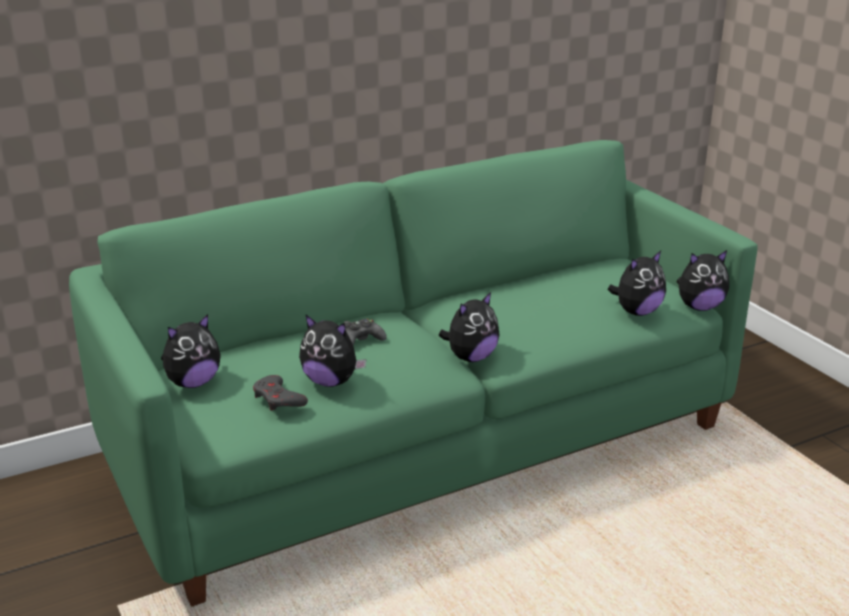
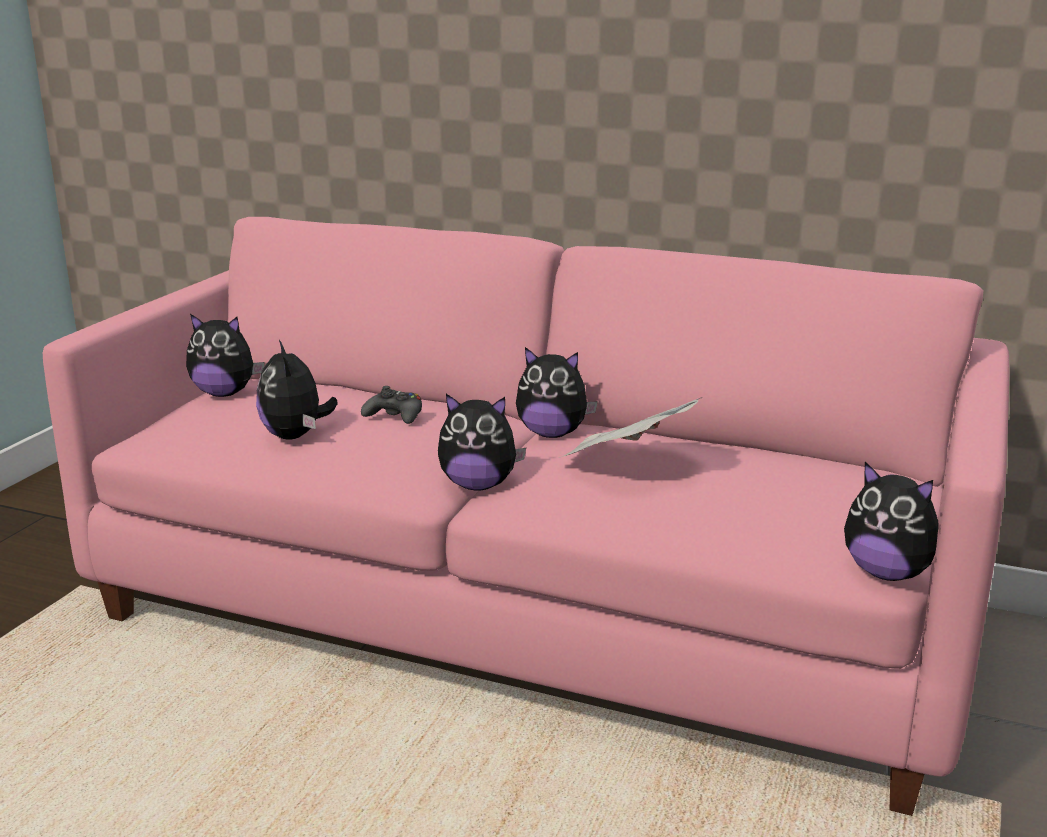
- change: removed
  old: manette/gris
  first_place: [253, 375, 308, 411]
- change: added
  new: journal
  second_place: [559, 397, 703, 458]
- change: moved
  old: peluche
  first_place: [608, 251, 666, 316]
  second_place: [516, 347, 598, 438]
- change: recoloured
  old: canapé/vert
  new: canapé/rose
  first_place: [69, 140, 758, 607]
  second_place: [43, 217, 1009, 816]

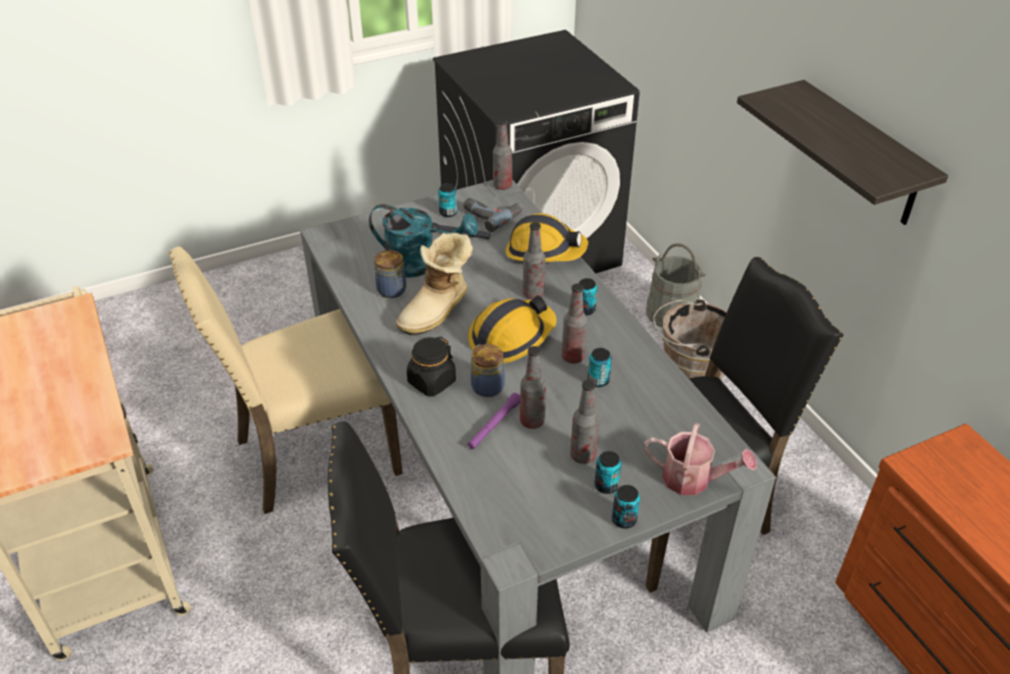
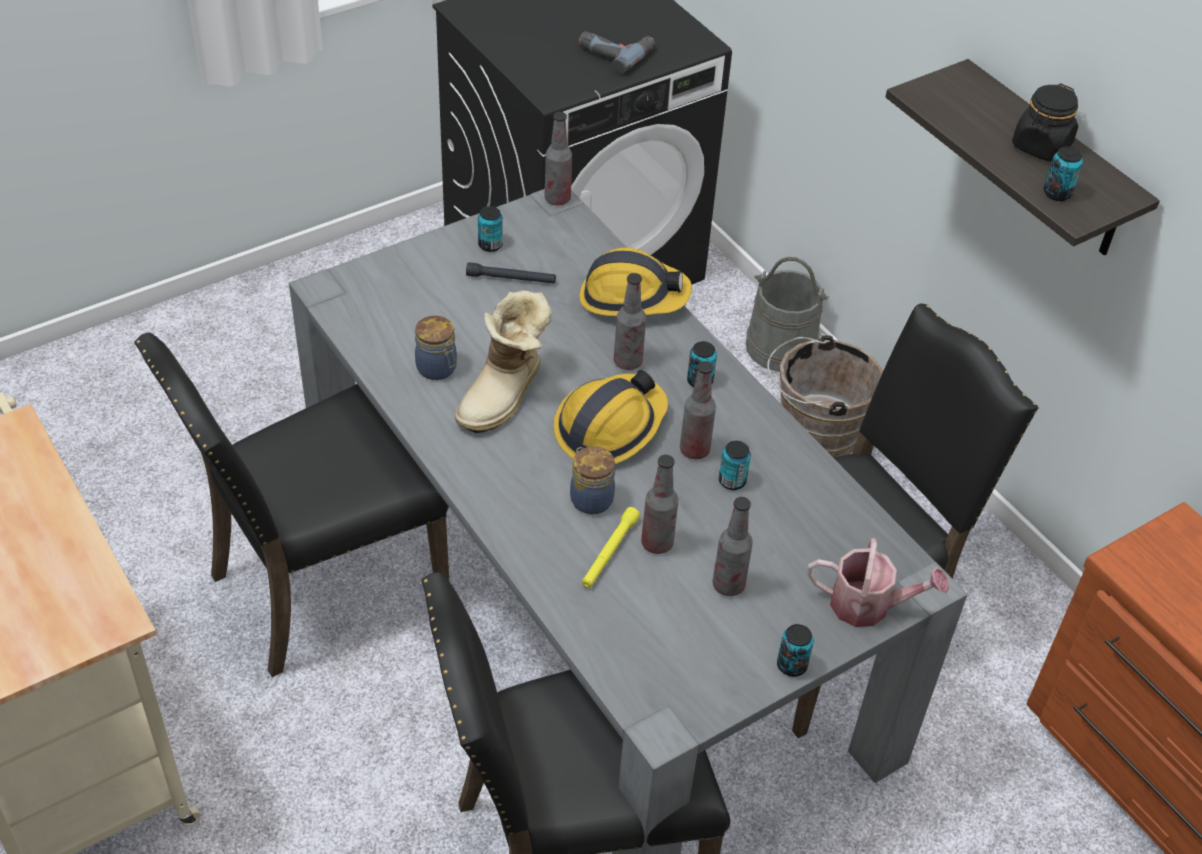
- change: removed
  old: arrosoir/turquoise
  first_place: [369, 204, 478, 278]
- change: moved
  old: bocal/noir
  first_place: [407, 337, 456, 396]
  second_place: [1012, 84, 1078, 162]
- change: moved
  old: perceuse
  first_place: [463, 198, 522, 232]
  second_place: [579, 31, 655, 74]
- change: moved
  old: boîte métallique
  first_place: [595, 451, 621, 494]
  second_place: [1044, 146, 1083, 201]
- change: recoloured
  old: chaise/beige
  new: chaise/noir
  first_place: [168, 247, 403, 514]
  second_place: [134, 332, 449, 677]
- change: recoloured
  old: lampe de poche/violet
  new: lampe de poche/jaune
  first_place: [468, 393, 520, 449]
  second_place: [582, 507, 640, 588]

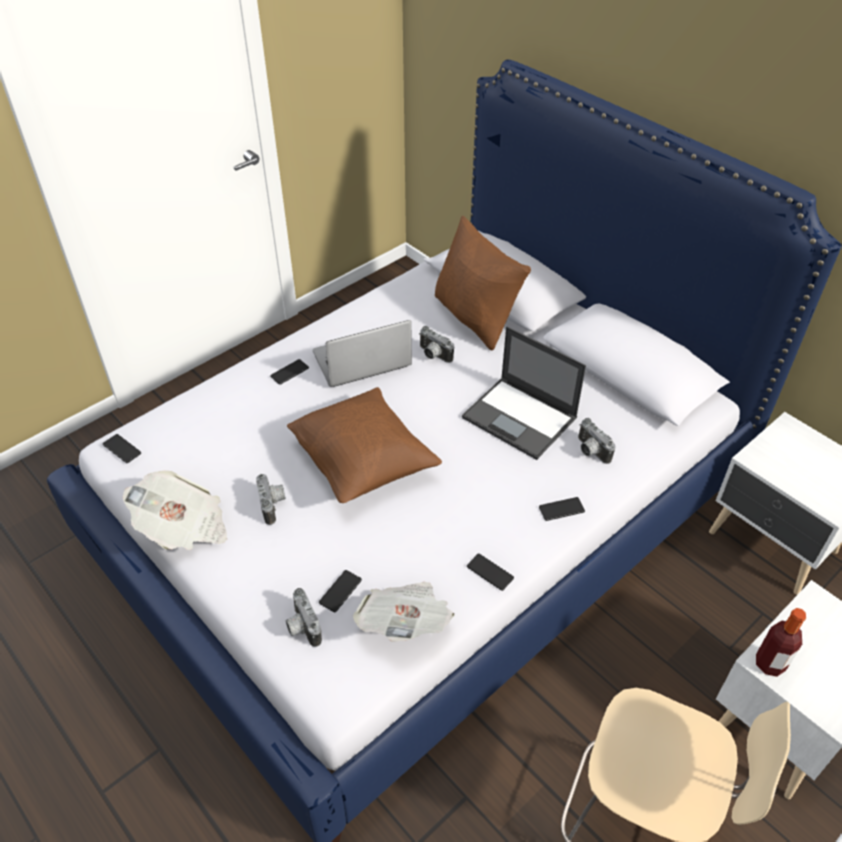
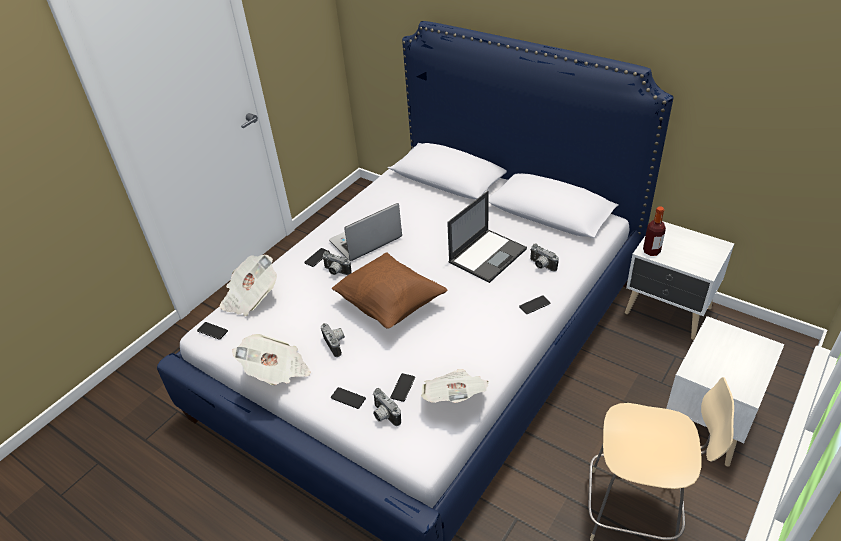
- change: removed
  old: coussin/marron
  first_place: [435, 215, 531, 350]
- change: added
  new: journal
  second_place: [220, 255, 277, 316]
- change: moved
  old: appareil photo
  first_place: [419, 326, 454, 363]
  second_place: [322, 251, 352, 275]
- change: moved
  old: téléphone
  first_place: [467, 554, 514, 591]
  second_place: [331, 387, 366, 409]
- change: moved
  old: bouteille
  first_place: [756, 608, 806, 677]
  second_place: [643, 207, 666, 256]
- change: turned
  old: ordinateur portable
  first_place: [462, 326, 586, 460]
  second_place: [447, 191, 527, 283]
  degrees: -75

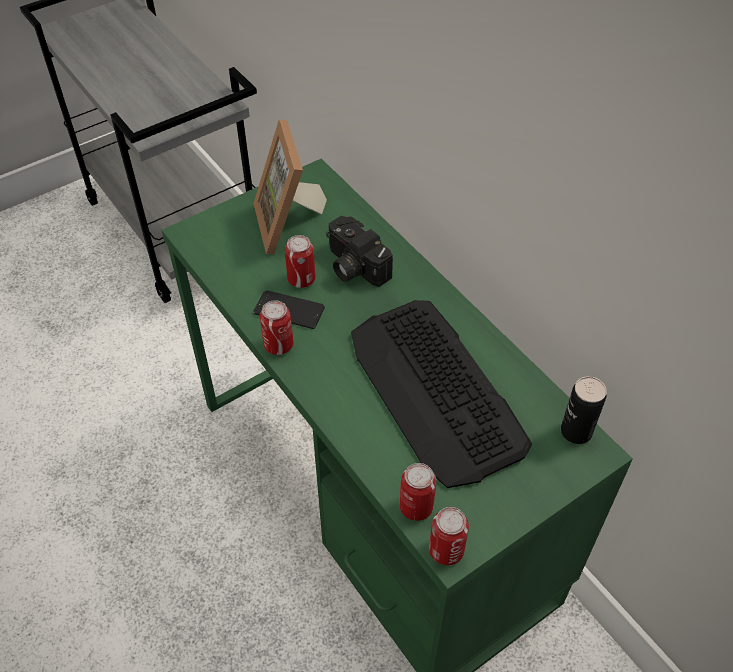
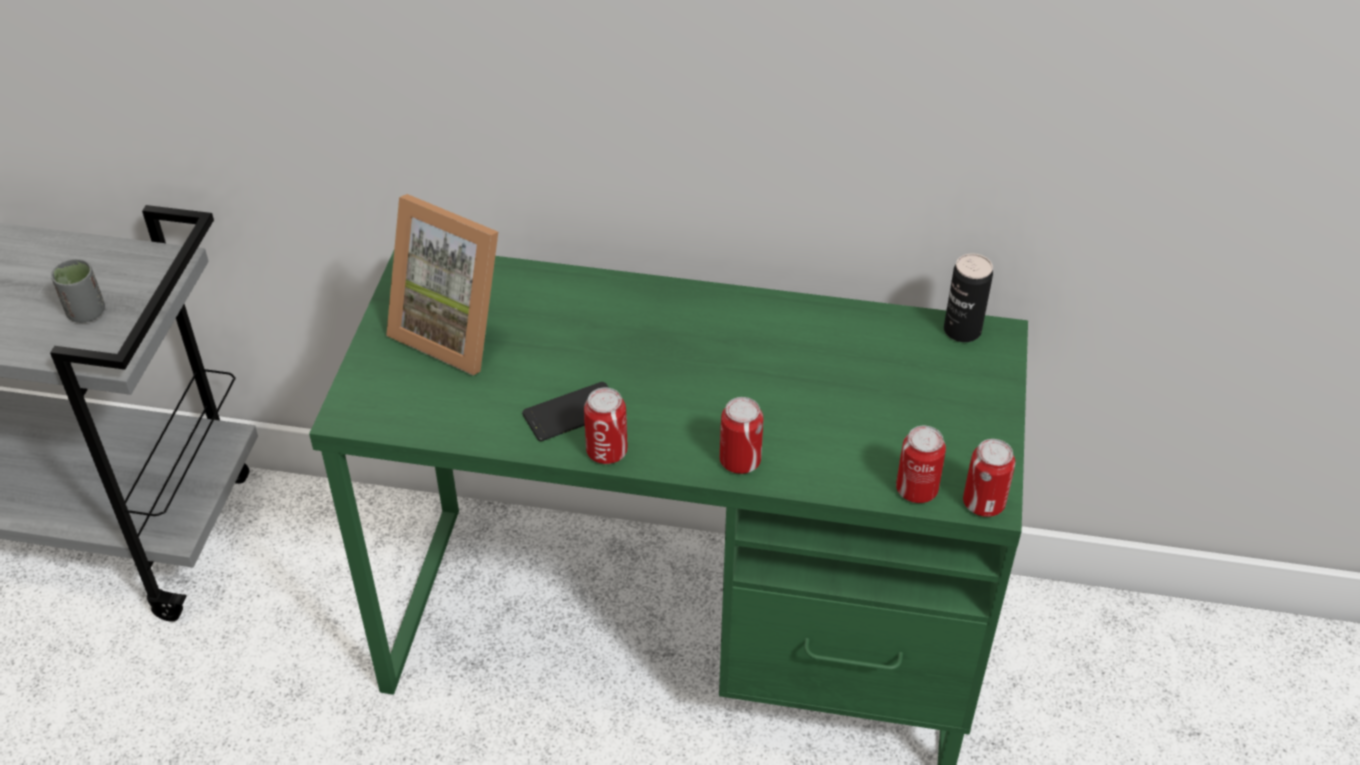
- change: removed
  old: appareil photo
  first_place: [326, 216, 393, 287]
- change: removed
  old: clavier
  first_place: [351, 300, 532, 488]
- change: added
  new: tasse/gris
  second_place: [51, 259, 105, 323]
- change: moved
  old: boîte métallique
  first_place: [285, 235, 316, 288]
  second_place: [720, 397, 763, 474]

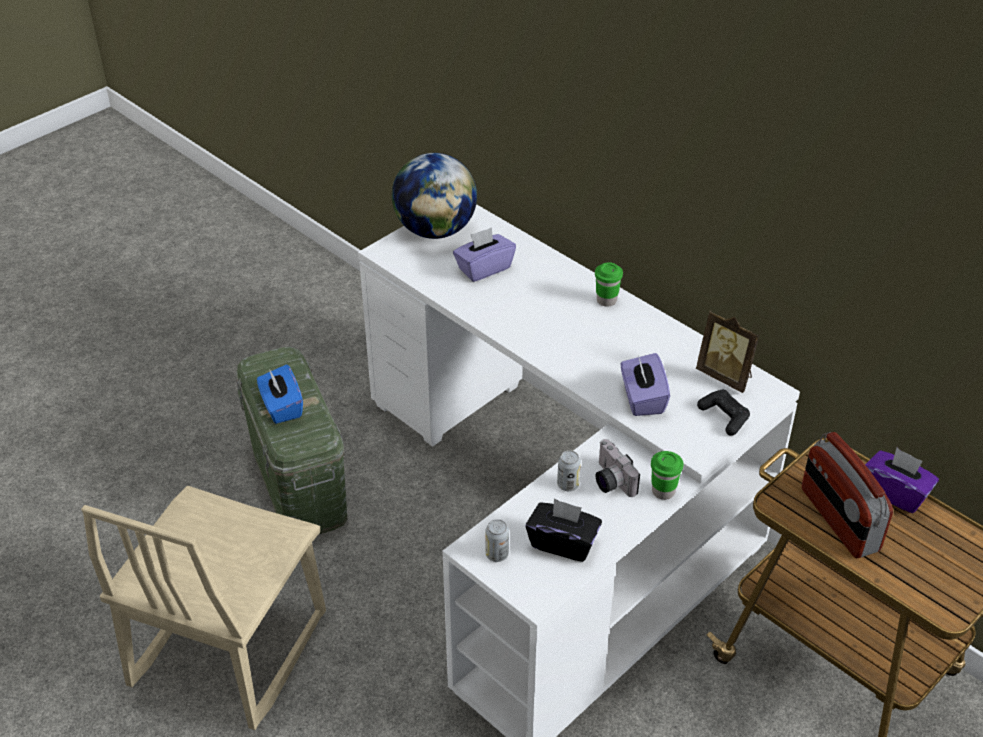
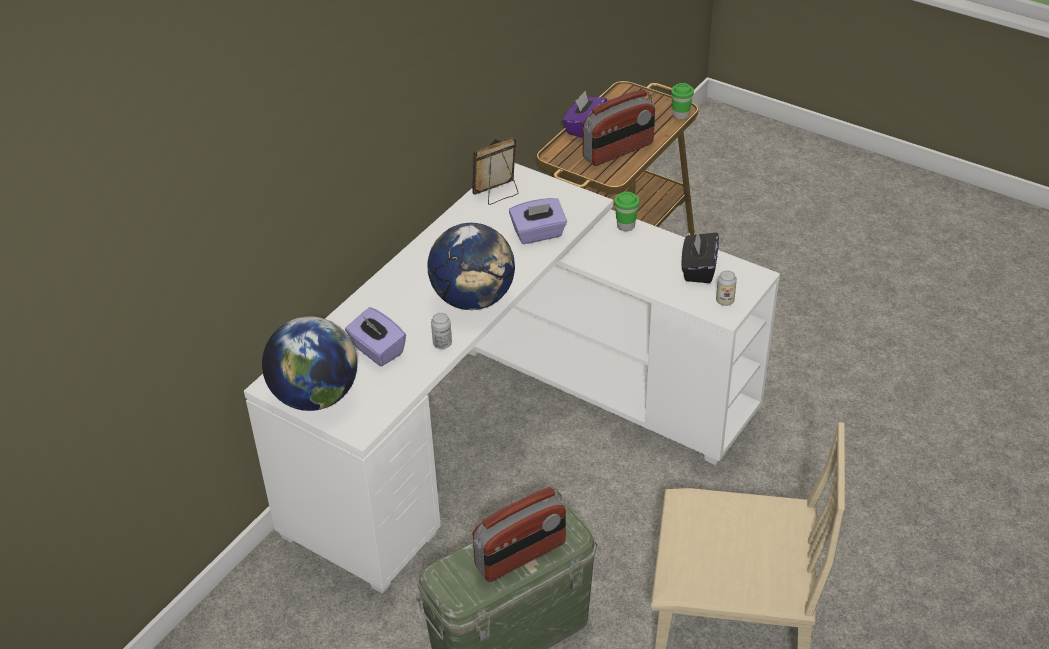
- change: removed
  old: appareil photo
  first_place: [596, 439, 640, 497]
- change: removed
  old: manette/noir
  first_place: [697, 390, 750, 436]
- change: added
  new: globe
  second_place: [428, 223, 515, 310]
- change: moved
  old: boîte métallique
  first_place: [557, 450, 581, 491]
  second_place: [431, 313, 452, 349]
- change: moved
  old: tasse/vert
  first_place: [595, 262, 623, 307]
  second_place: [671, 83, 694, 120]
- change: replaced
  old: boîte à mouchoirs/bleu
  new: radio
  first_place: [257, 364, 303, 424]
  second_place: [473, 487, 566, 582]
- change: turned
  old: cadre photo
  first_place: [696, 310, 759, 393]
  second_place: [472, 137, 519, 205]
  degrees: -150

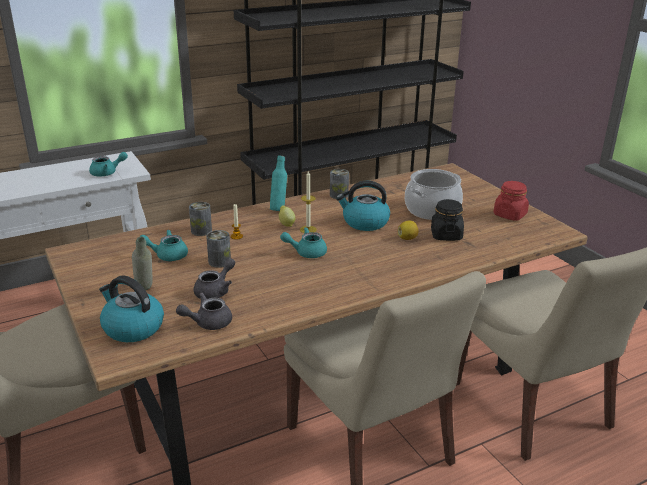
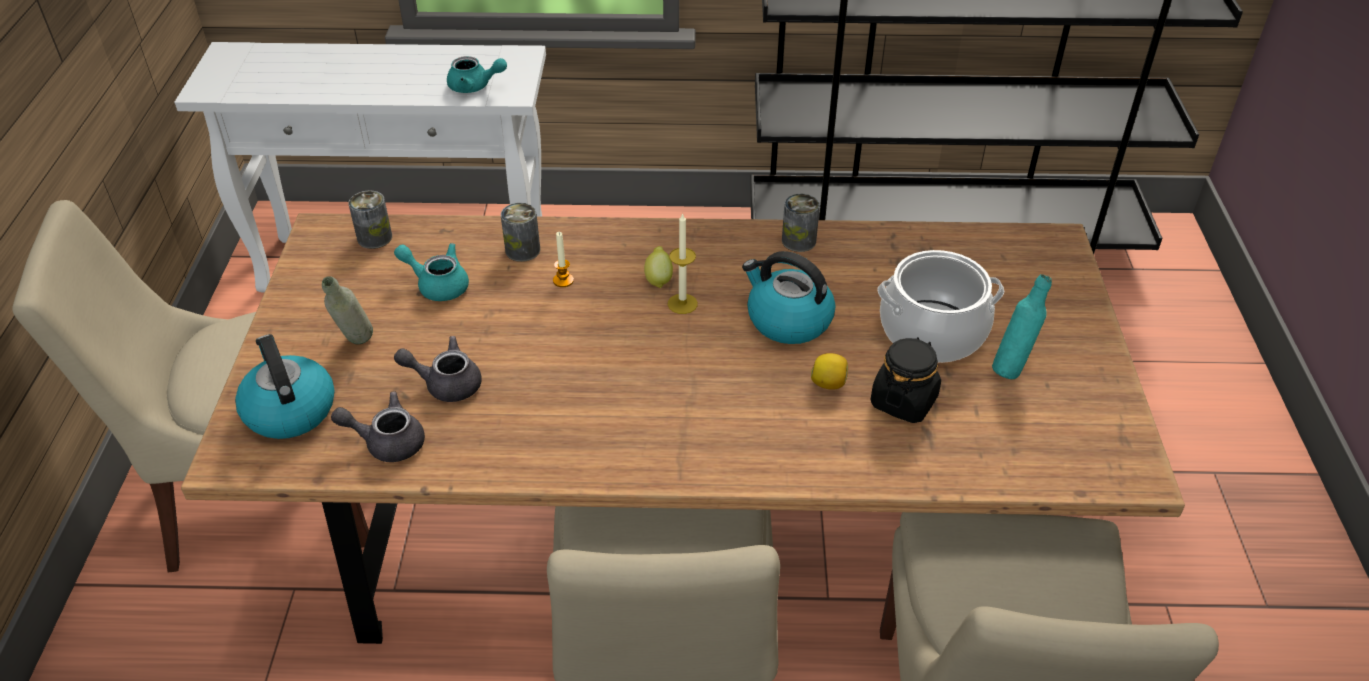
- change: removed
  old: théière/turquoise
  first_place: [280, 227, 327, 258]
- change: removed
  old: bocal/rouge
  first_place: [493, 181, 529, 221]
- change: moved
  old: boîte métallique
  first_place: [206, 230, 231, 268]
  second_place: [349, 191, 392, 249]
- change: moved
  old: bouteille/turquoise
  first_place: [270, 155, 287, 211]
  second_place: [992, 274, 1052, 379]
- change: turned
  old: théière/gris
  first_place: [194, 258, 235, 299]
  second_place: [394, 336, 482, 402]
  degrees: -150

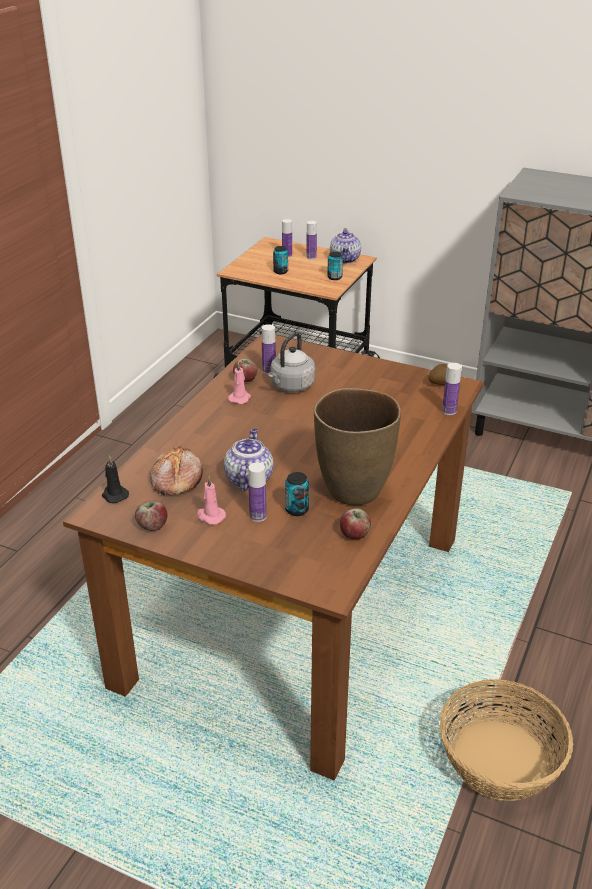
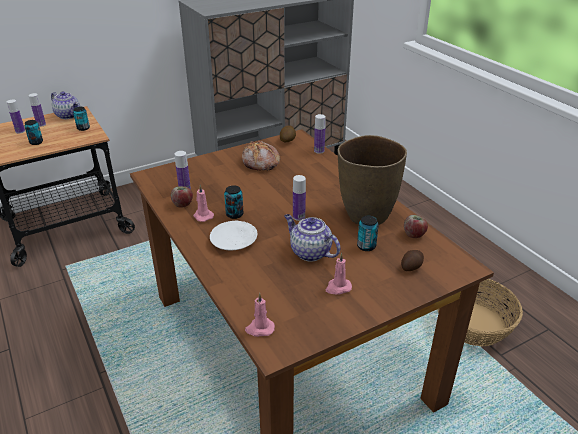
- change: removed
  old: pomme
  first_place: [135, 500, 167, 531]
- change: removed
  old: bouilloire/gris
  first_place: [268, 332, 315, 392]
- change: added
  new: assiette/blanc
  second_place: [210, 221, 257, 250]
- change: added
  new: boîte métallique
  second_place: [224, 185, 243, 219]
- change: added
  new: pomme de terre
  second_place: [401, 250, 424, 271]
- change: moved
  old: pain
  first_place: [150, 445, 203, 495]
  second_place: [242, 141, 280, 171]
- change: moved
  old: bouteille
  first_place: [248, 463, 267, 522]
  second_place: [293, 175, 306, 221]
- change: recoloured
  old: bougie/noir
  new: bougie/rose
  first_place: [102, 456, 129, 503]
  second_place: [245, 293, 275, 337]

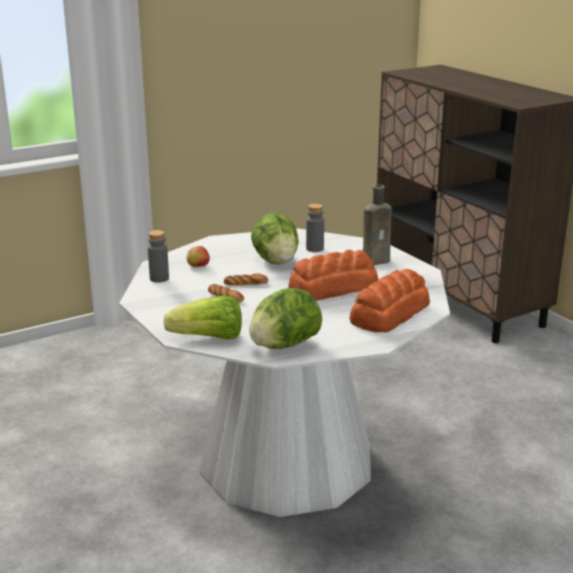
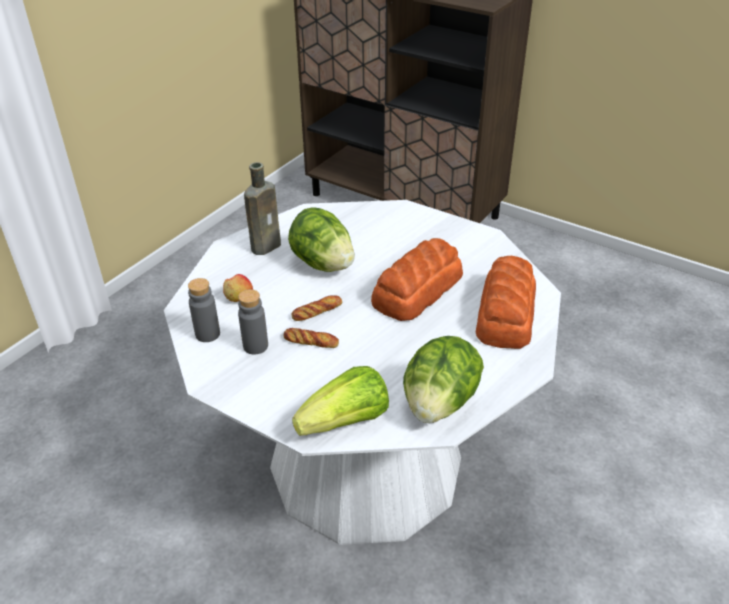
- change: moved
  old: bouteille/gris
  first_place: [306, 204, 324, 252]
  second_place: [238, 289, 268, 355]
- change: moved
  old: bouteille/marron
  first_place: [363, 185, 392, 265]
  second_place: [244, 162, 281, 255]

